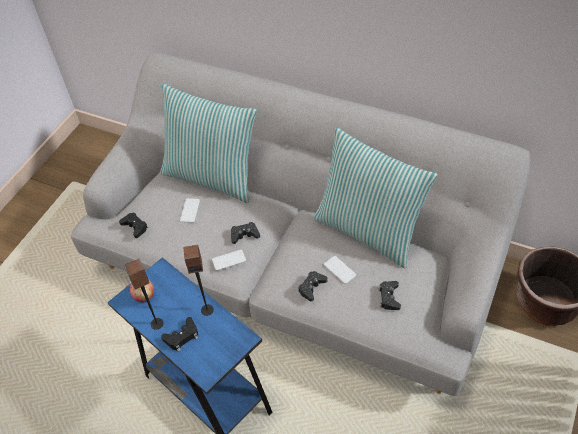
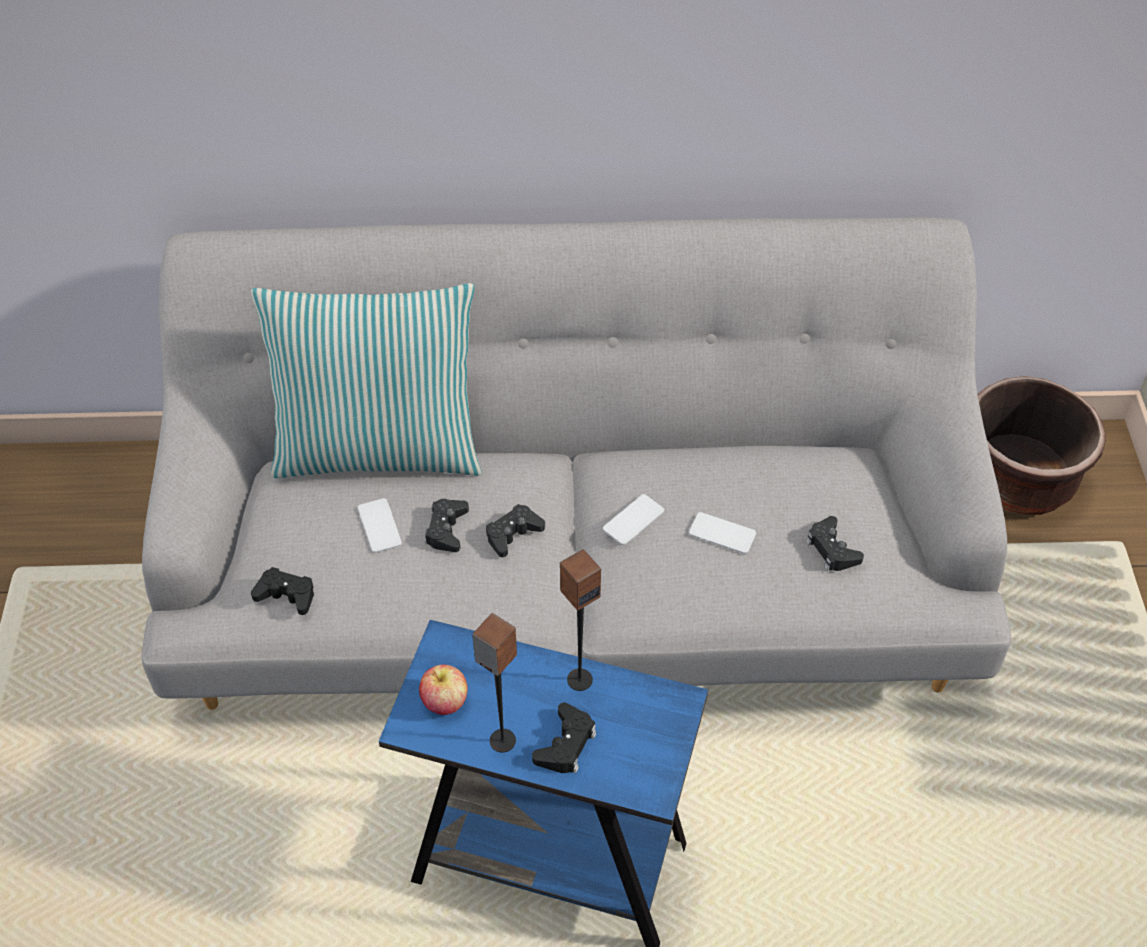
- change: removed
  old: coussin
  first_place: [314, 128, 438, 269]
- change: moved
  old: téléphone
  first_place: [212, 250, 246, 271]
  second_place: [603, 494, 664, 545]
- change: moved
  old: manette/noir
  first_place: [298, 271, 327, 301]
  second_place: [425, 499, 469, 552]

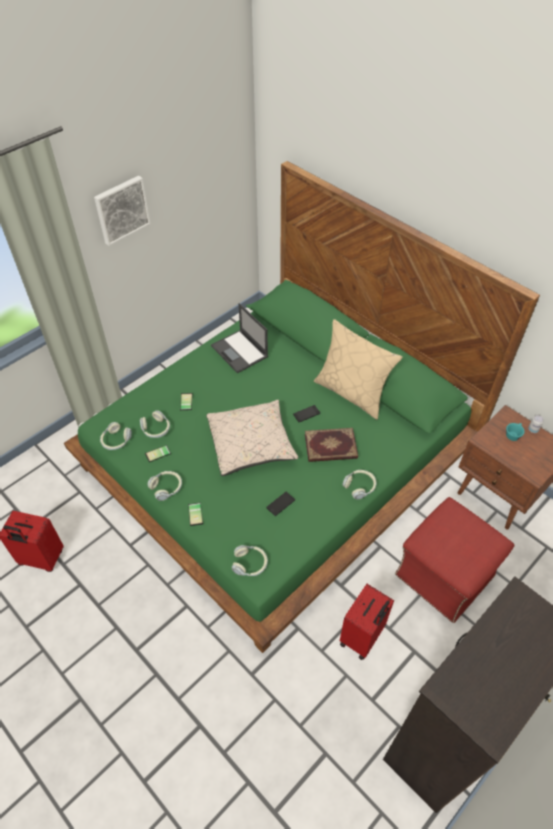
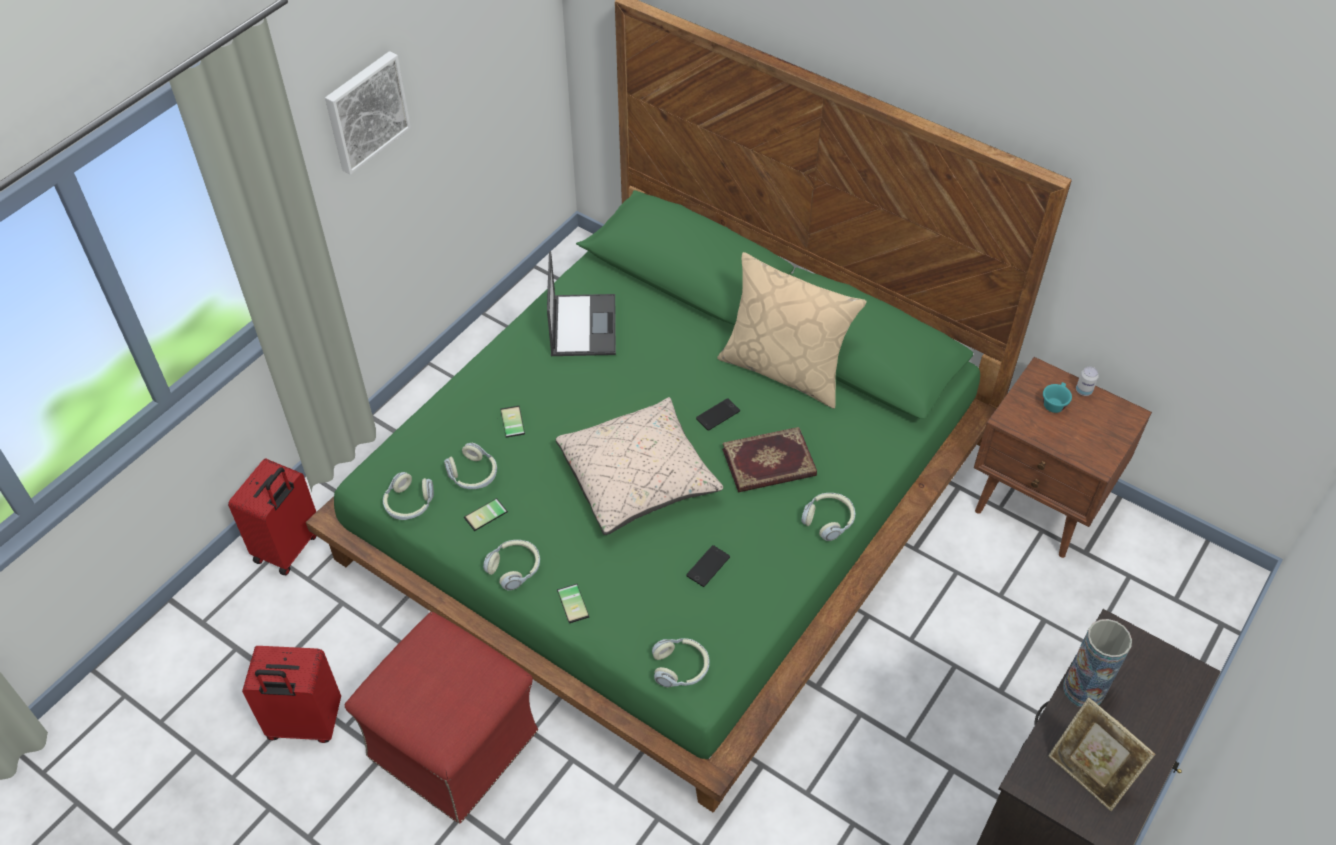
- change: added
  new: cadre photo
  second_place: [1048, 698, 1155, 811]
- change: added
  new: vase
  second_place: [1063, 619, 1132, 707]
- change: moved
  old: valise/rouge
  first_place: [340, 584, 394, 660]
  second_place: [228, 459, 316, 575]
- change: moved
  old: pouf/rouge
  first_place: [395, 497, 514, 623]
  second_place: [345, 612, 538, 823]
- change: turned
  old: ordinateur portable
  first_place: [211, 303, 268, 373]
  second_place: [547, 251, 616, 356]
  degrees: -135

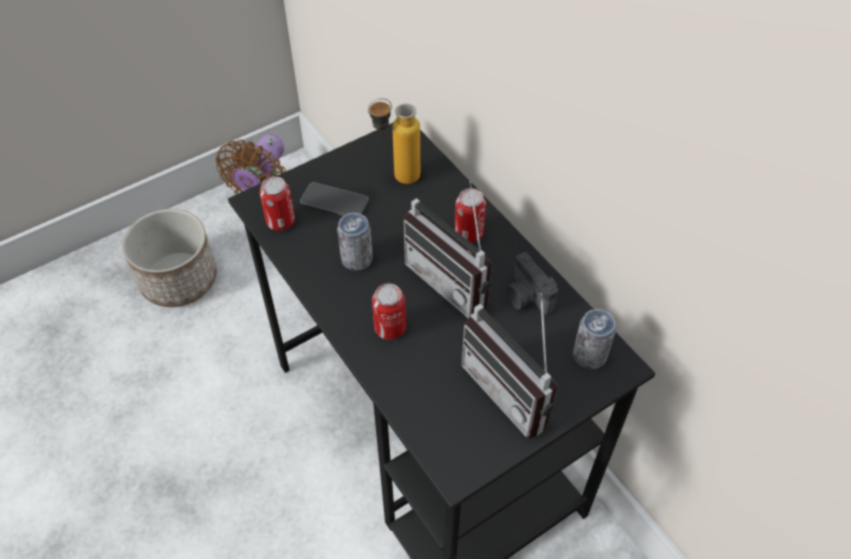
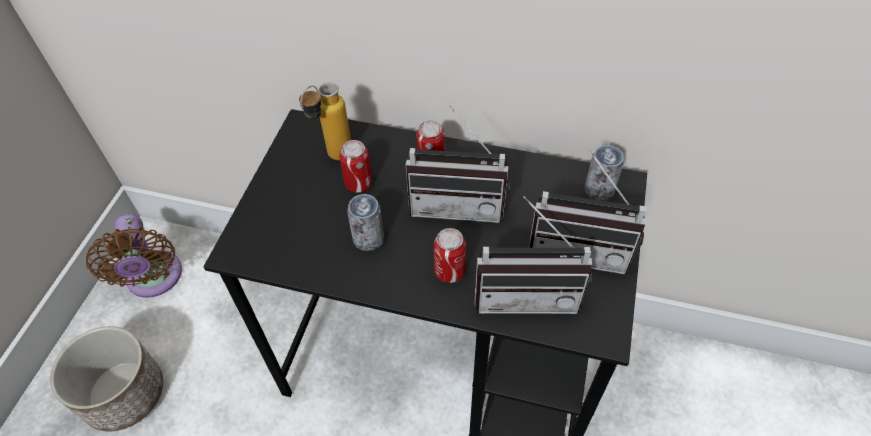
- change: removed
  old: téléphone
  first_place: [300, 182, 369, 216]
- change: removed
  old: appareil photo
  first_place: [506, 252, 558, 315]
- change: added
  new: radio
  second_place: [474, 196, 592, 314]
- change: moved
  old: boîte métallique
  first_place: [259, 176, 295, 231]
  second_place: [339, 140, 372, 193]

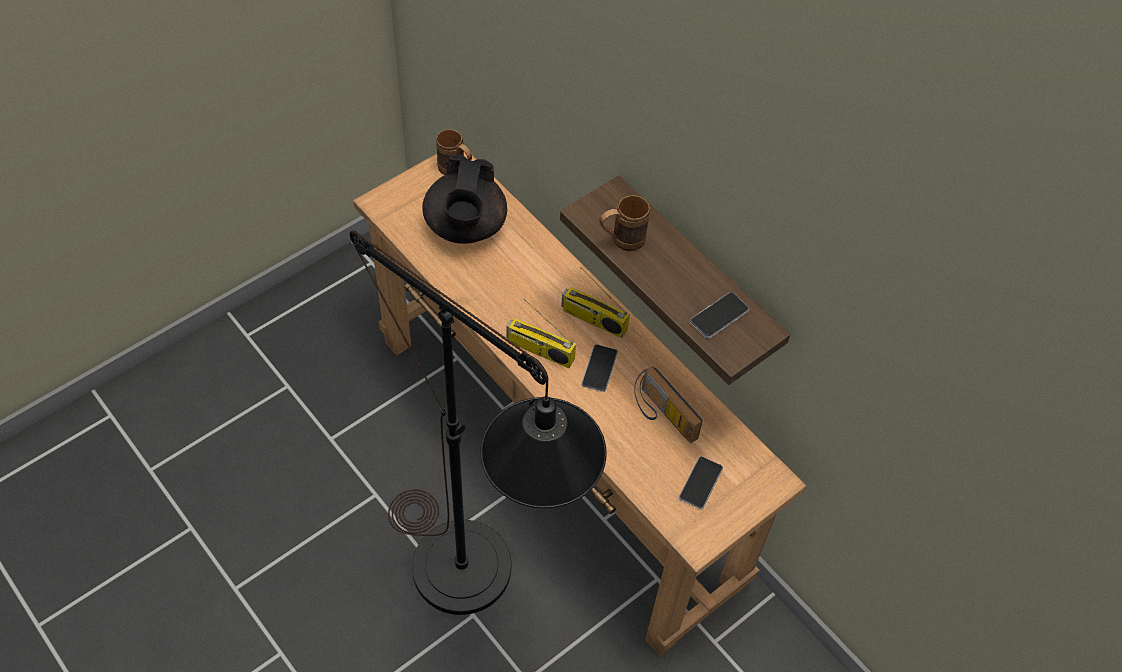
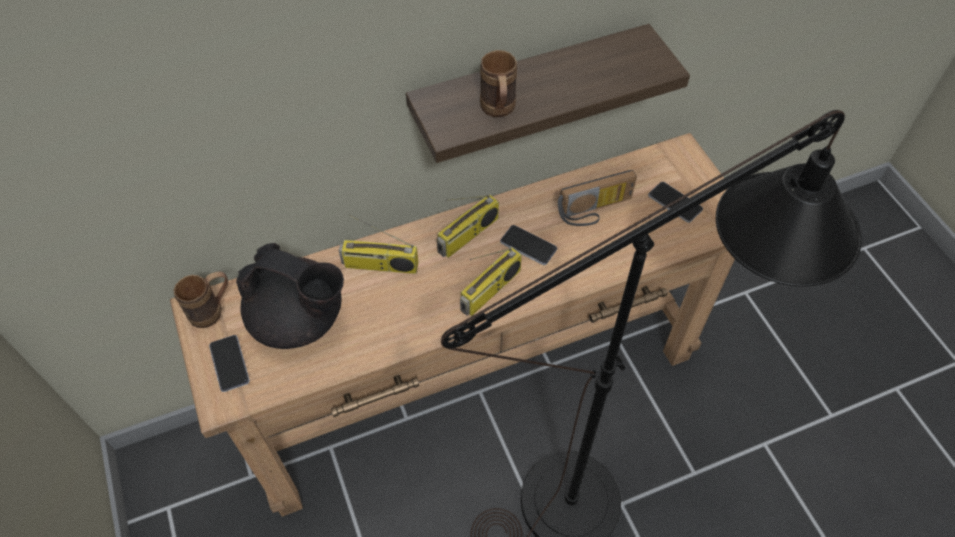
- change: added
  new: radio
  second_place: [339, 215, 418, 274]
- change: moved
  old: téléphone
  first_place: [690, 292, 749, 339]
  second_place: [209, 335, 250, 392]

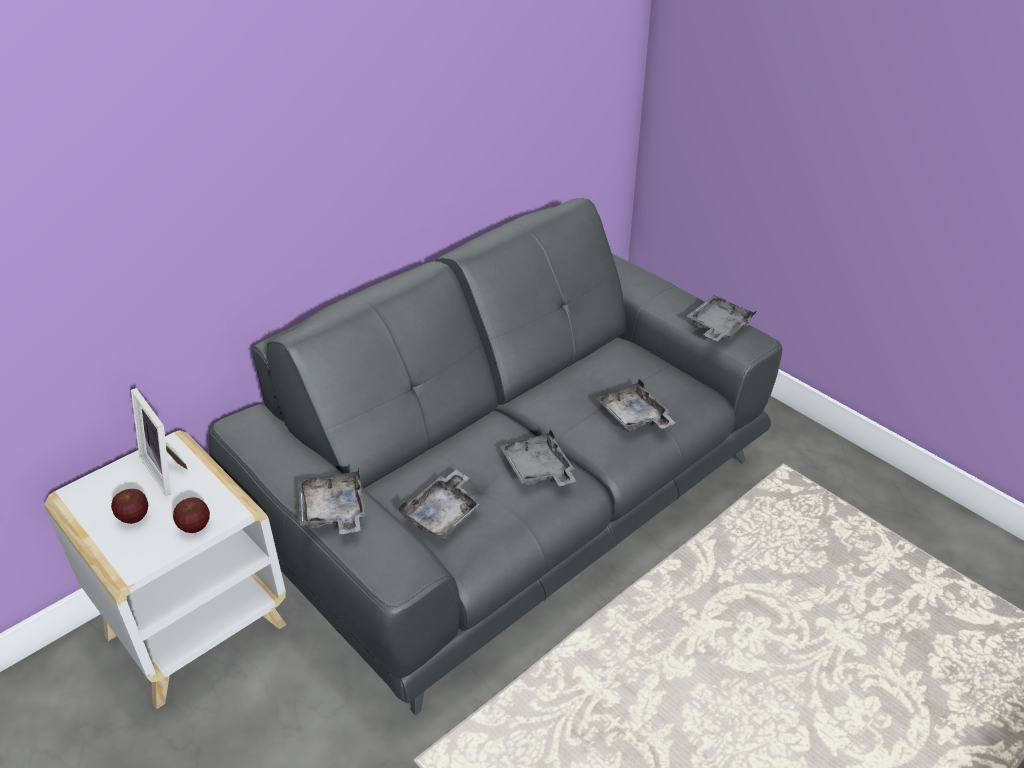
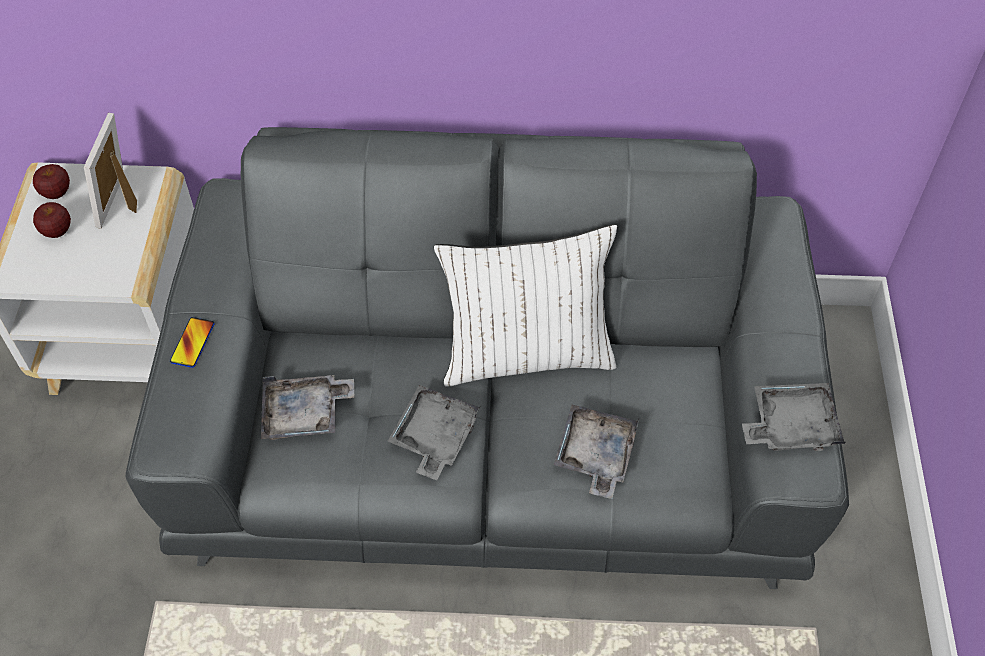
- change: added
  new: coussin/blanc
  second_place: [434, 224, 617, 386]
- change: moved
  old: pomme
  first_place: [173, 497, 210, 533]
  second_place: [33, 164, 70, 199]
- change: replaced
  old: plateau/gris
  new: téléphone
  first_place: [298, 468, 365, 534]
  second_place: [170, 317, 215, 368]

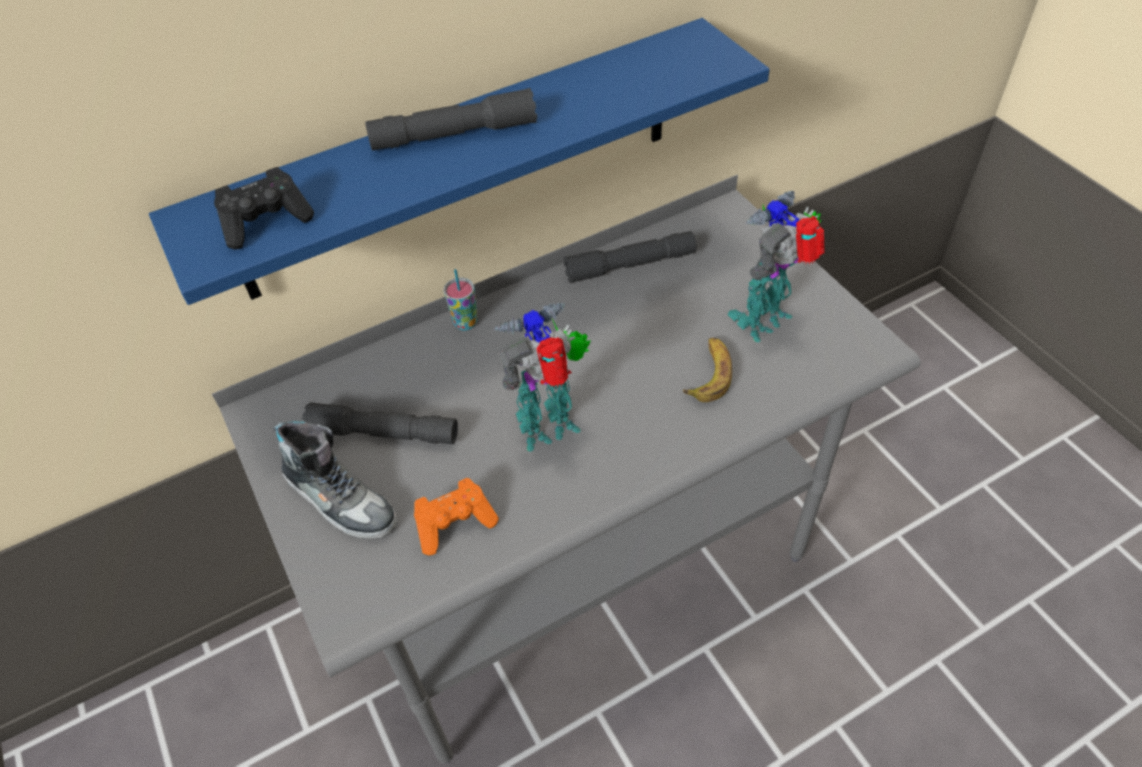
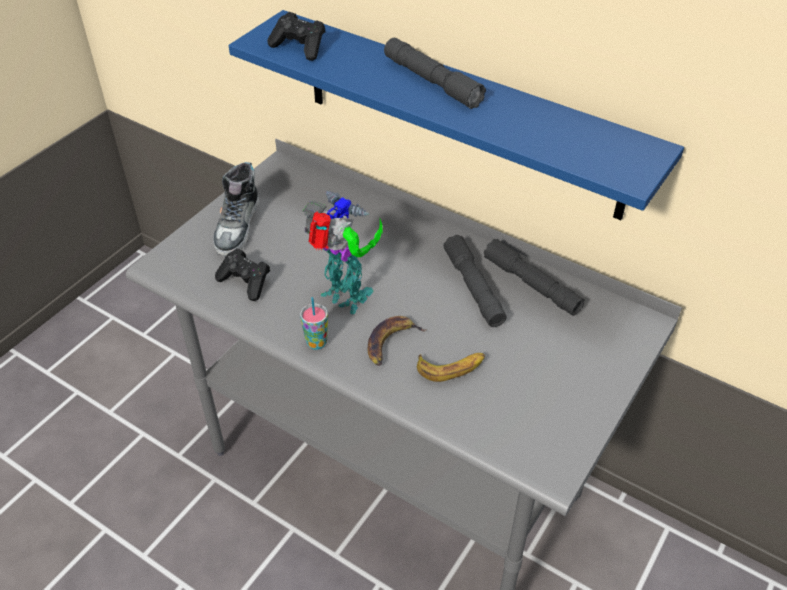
- change: removed
  old: robot jouet
  first_place: [728, 191, 825, 342]
- change: added
  new: banane
  second_place: [368, 316, 427, 366]
- change: moved
  old: lampe de poche/gris
  first_place: [302, 402, 458, 444]
  second_place: [443, 235, 507, 327]
- change: moved
  old: tasse
  first_place: [443, 269, 477, 330]
  second_place: [300, 297, 328, 350]
- change: recoloured
  old: manette/orange
  new: manette/noir
  first_place: [414, 478, 499, 555]
  second_place: [215, 249, 270, 301]

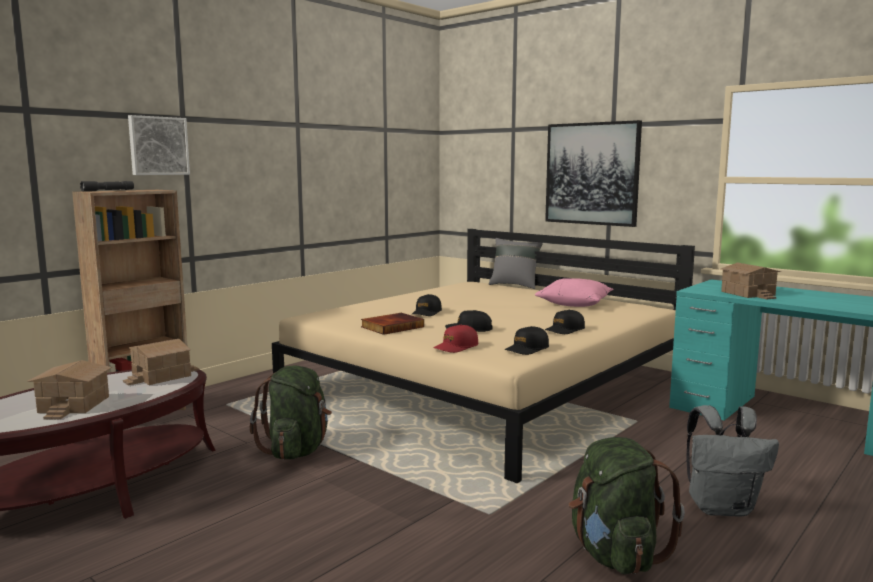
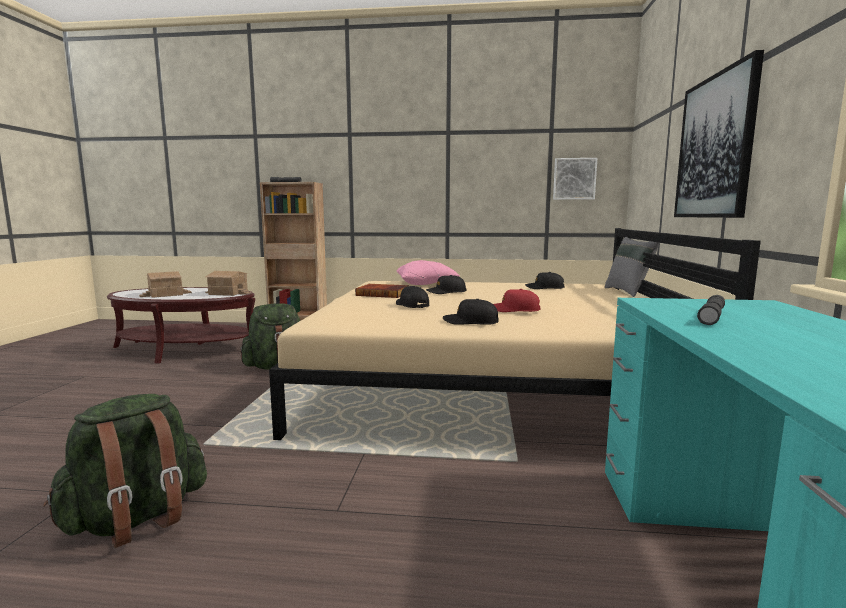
- change: removed
  old: sac à dos/gris
  first_place: [686, 405, 779, 516]
- change: moved
  old: tableau
  first_place: [128, 115, 190, 175]
  second_place: [553, 158, 597, 200]
- change: moved
  old: casquette/rouge
  first_place: [434, 325, 478, 353]
  second_place: [493, 289, 540, 312]
- change: moved
  old: casquette/noir
  first_place: [505, 326, 549, 355]
  second_place: [525, 272, 565, 289]
- change: moved
  old: coussin/rose
  first_place: [535, 278, 614, 307]
  second_place: [396, 260, 460, 285]
- change: replaced
  old: maison miniature
  new: lampe de poche/gris
  first_place: [721, 263, 781, 299]
  second_place: [697, 295, 725, 325]

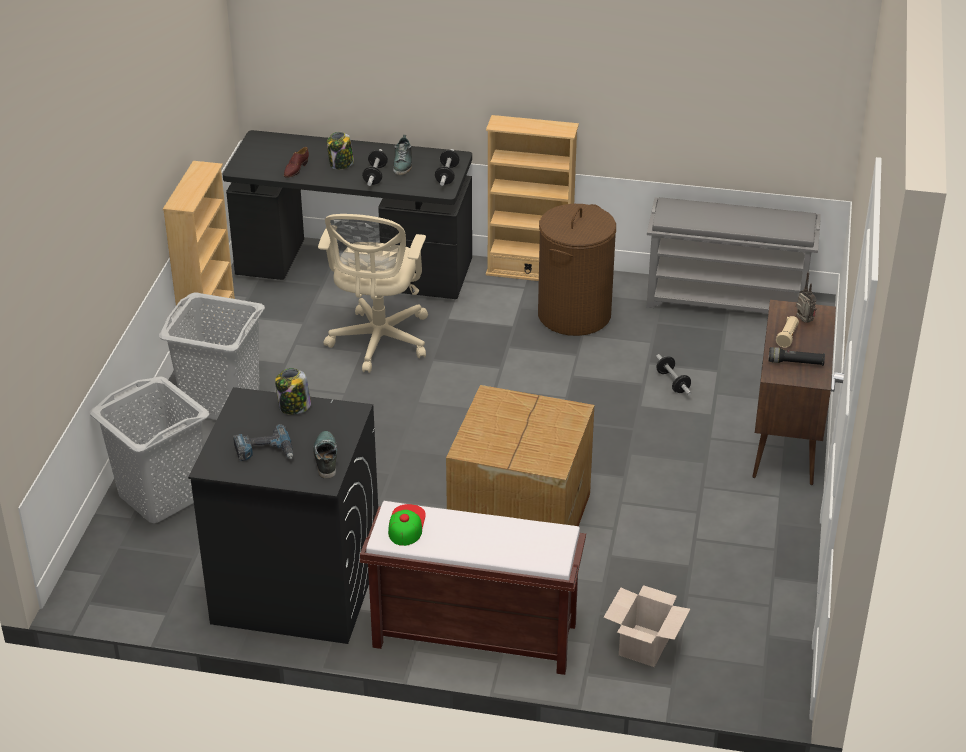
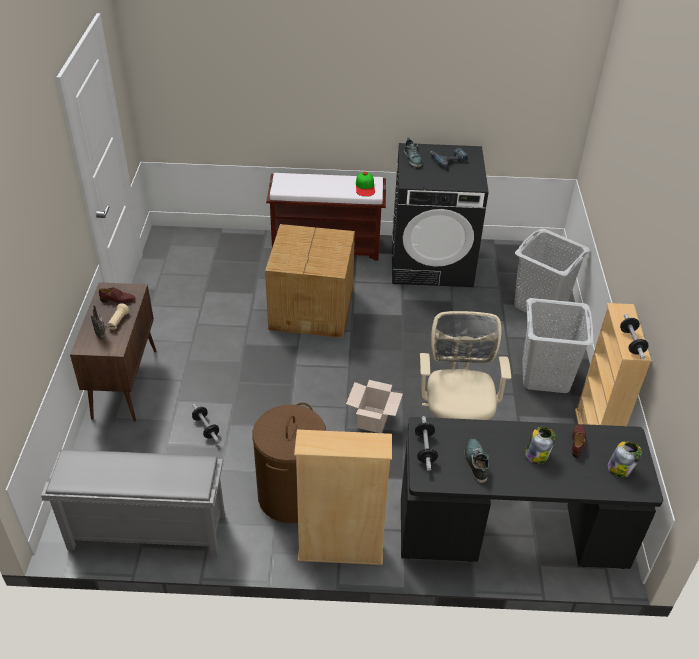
- change: moved
  old: bocal
  first_place: [275, 368, 311, 415]
  second_place: [607, 441, 642, 478]
- change: moved
  old: haltère
  first_place: [362, 149, 388, 186]
  second_place: [620, 314, 649, 359]
- change: moved
  old: carton
  first_place: [603, 585, 690, 667]
  second_place: [346, 380, 403, 433]
- change: replaced
  old: lampe de poche/noir
  new: chaussure/marron
  first_place: [768, 347, 825, 366]
  second_place: [99, 287, 136, 304]

